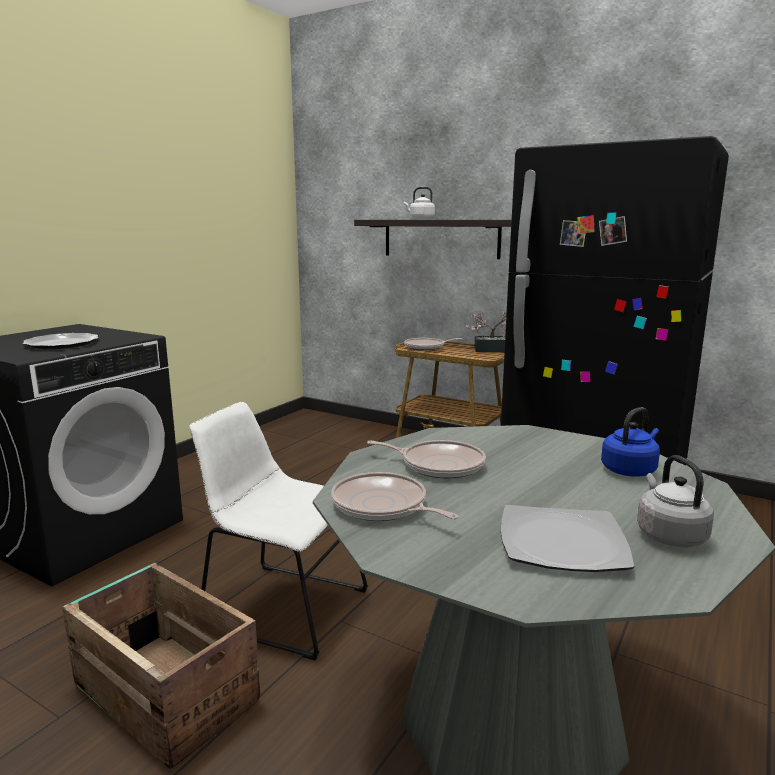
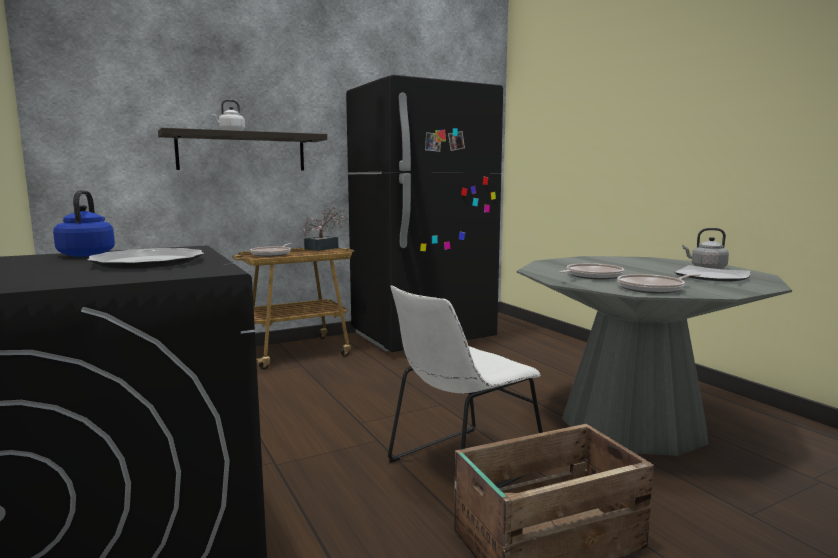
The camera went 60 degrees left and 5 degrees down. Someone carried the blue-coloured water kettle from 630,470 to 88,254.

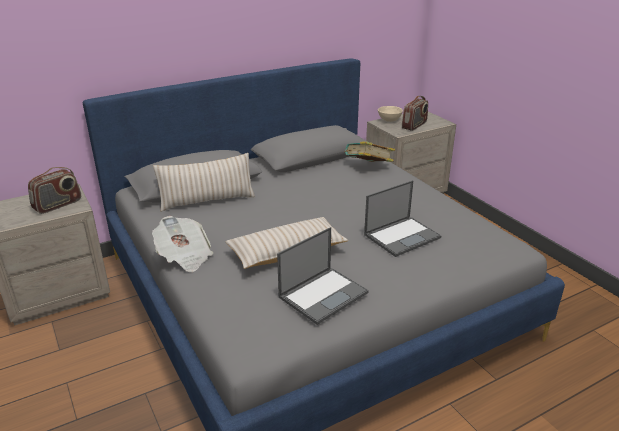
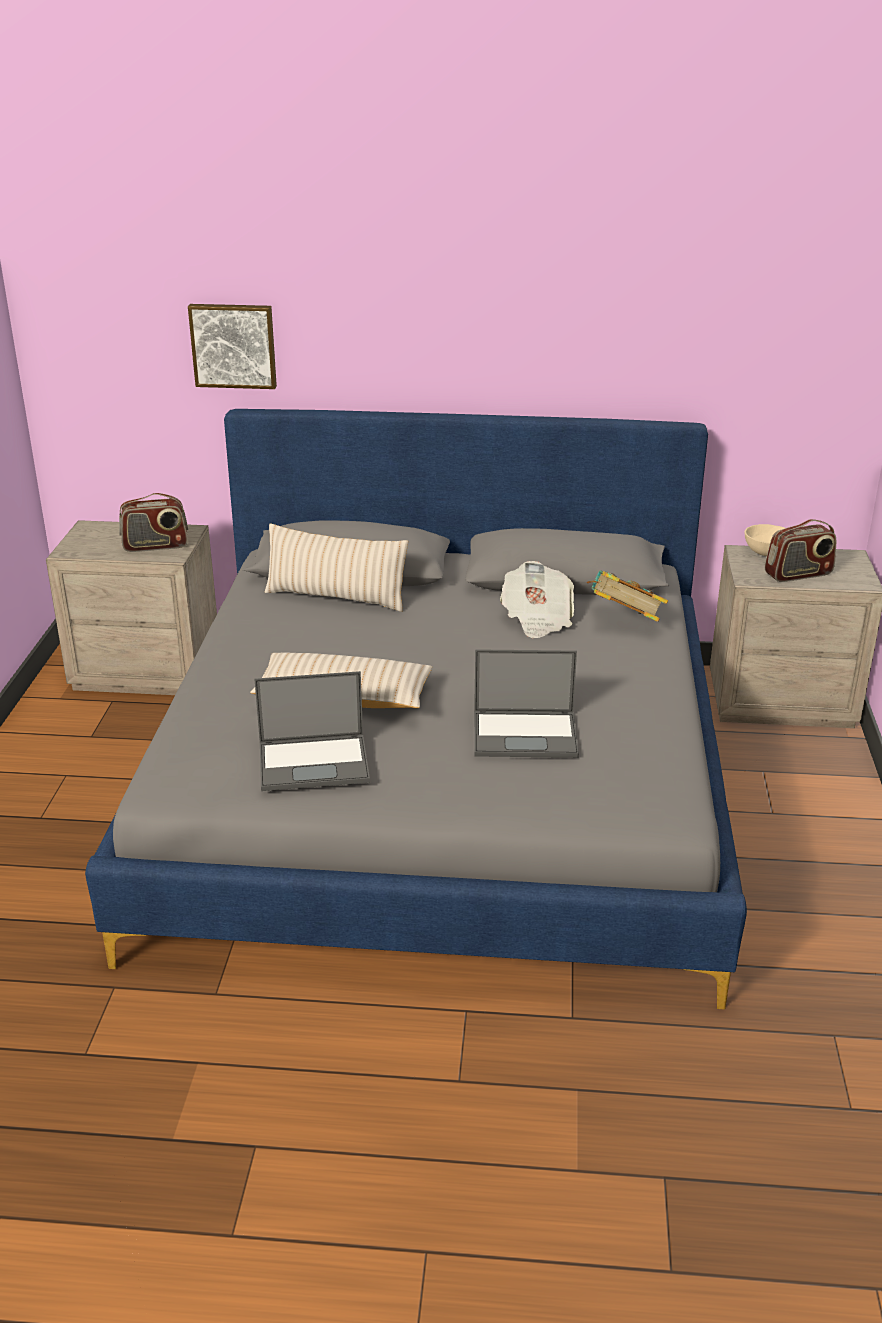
The camera went 35 degrees right and 0 degrees up. Someone carried the printed paper from 184,256 to 537,619. Someone put up the wall art at 234,345.

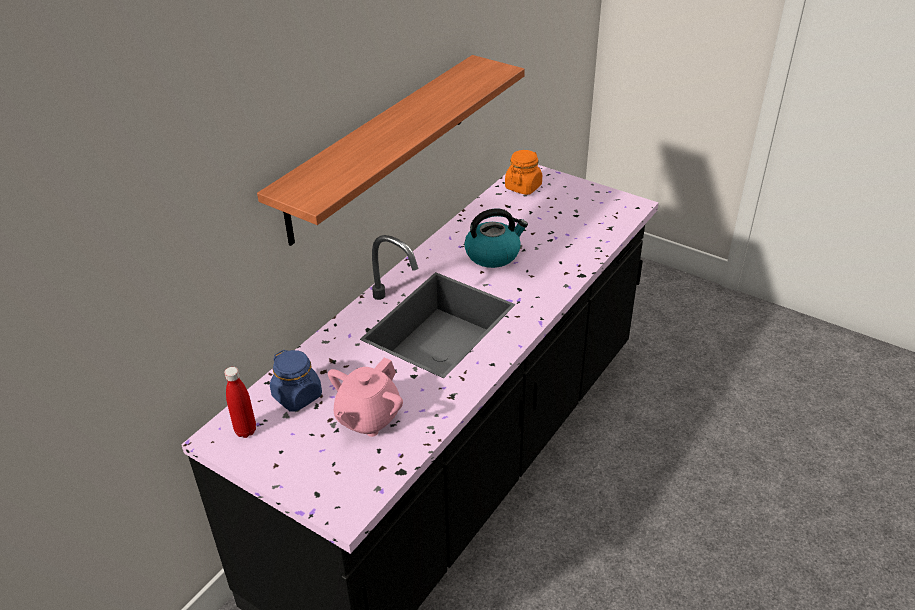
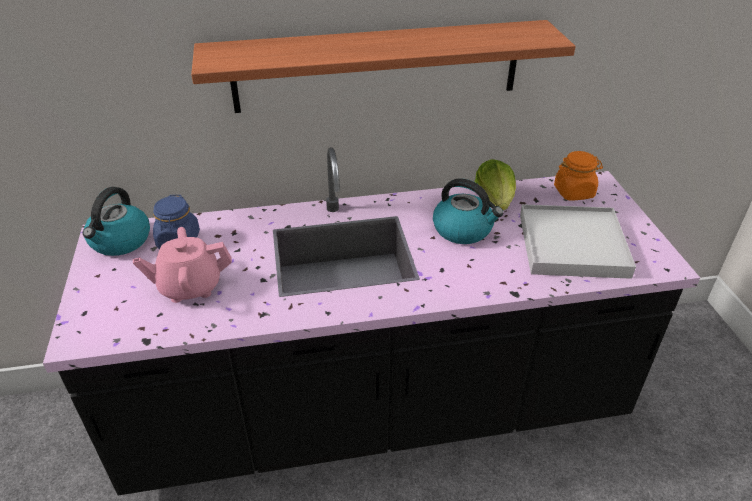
The camera went 45 degrees right and 0 degrees up. Someone swapped the red beverage bottle at 246,431 for the water kettle at 120,241. Someone put down the head of lettuce at 495,201. Someone put down the white-coloured carrying tray at 572,245.

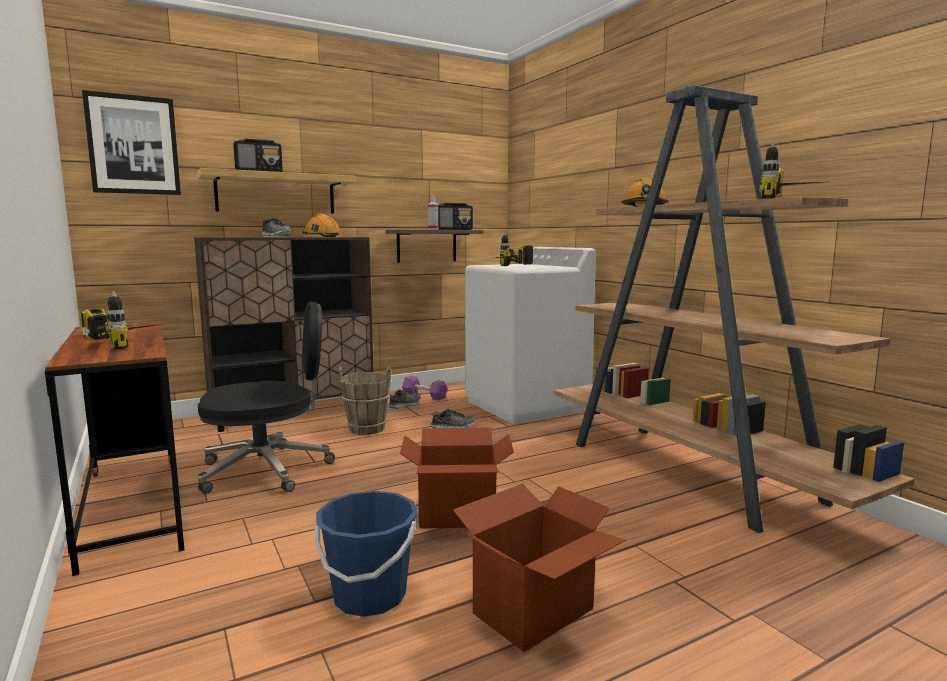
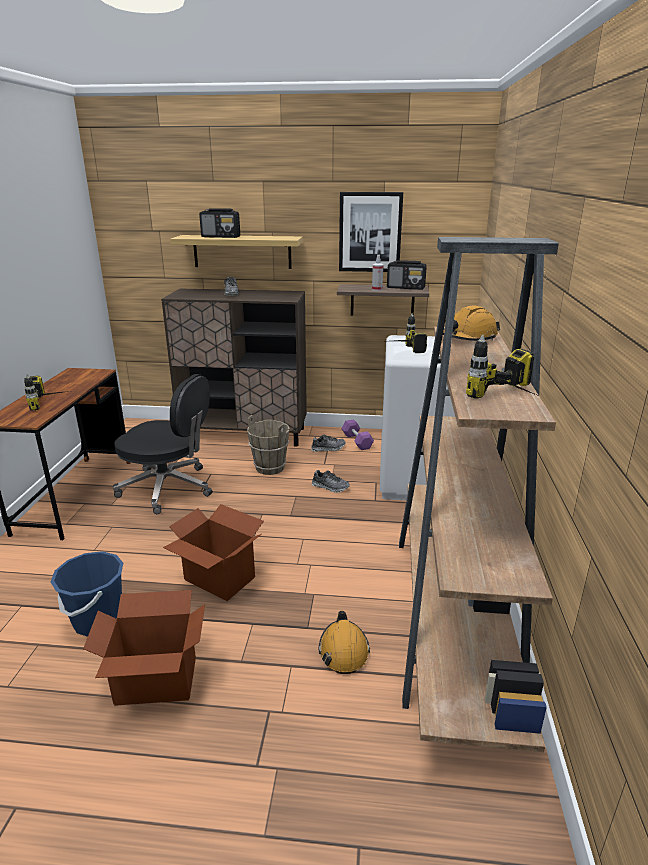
The camera went 35 degrees right and 15 degrees up. Someone carried the wall art from 133,145 to 370,232. Someone carried the orangey hard hat from 321,236 to 343,650.

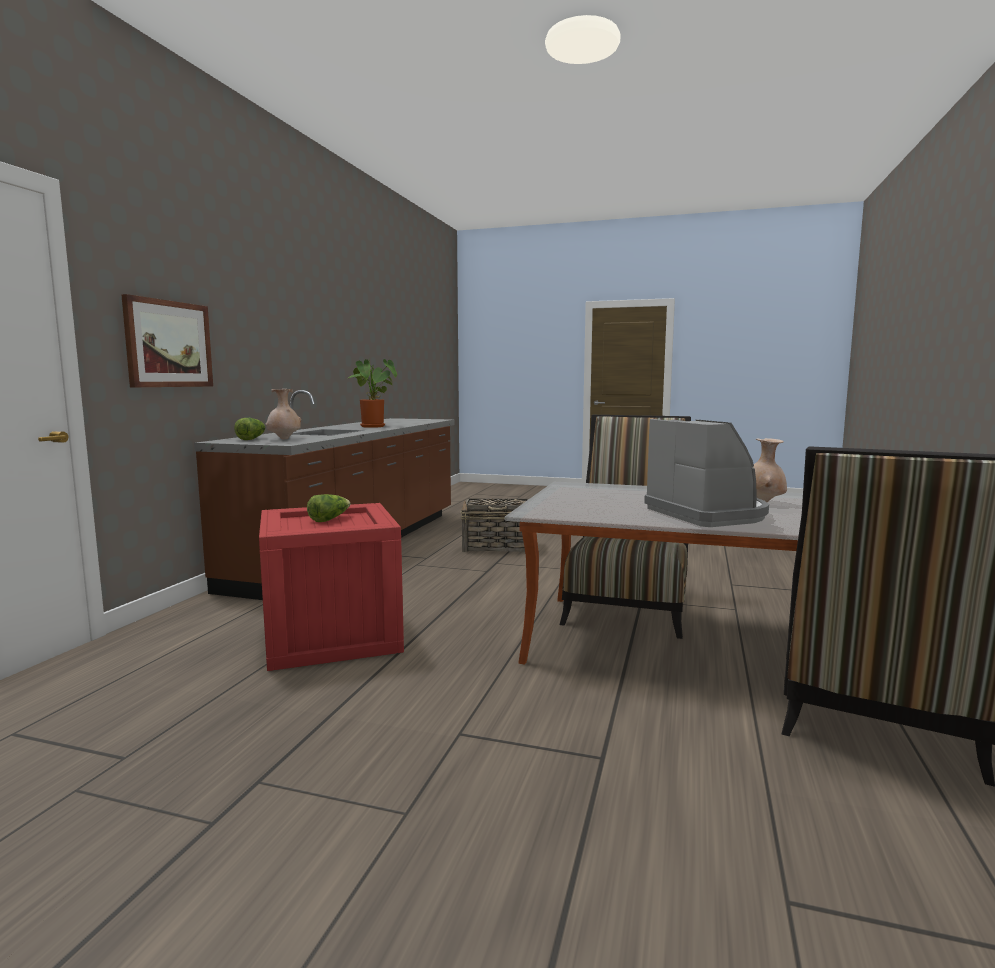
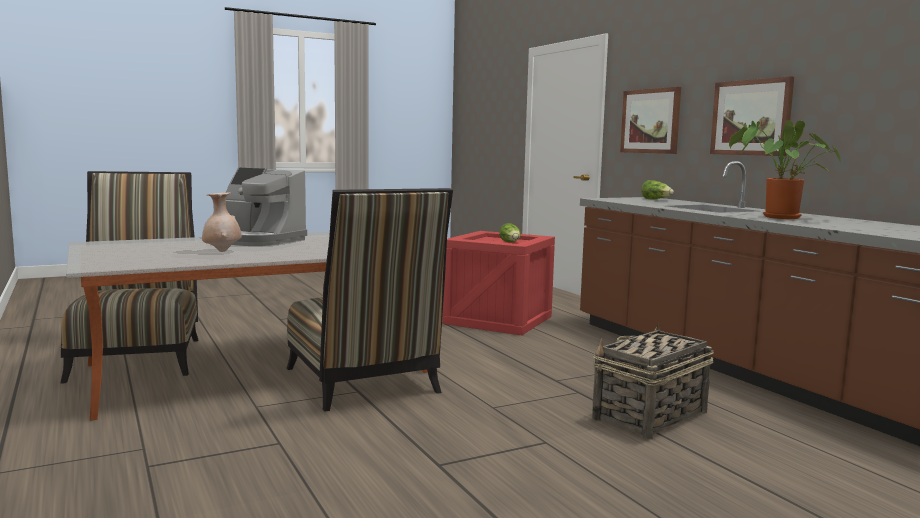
The camera went 135 degrees right and 0 degrees up. Someone took away the sand-coloured vase at 284,439. Someone put up the wall art at 751,117.

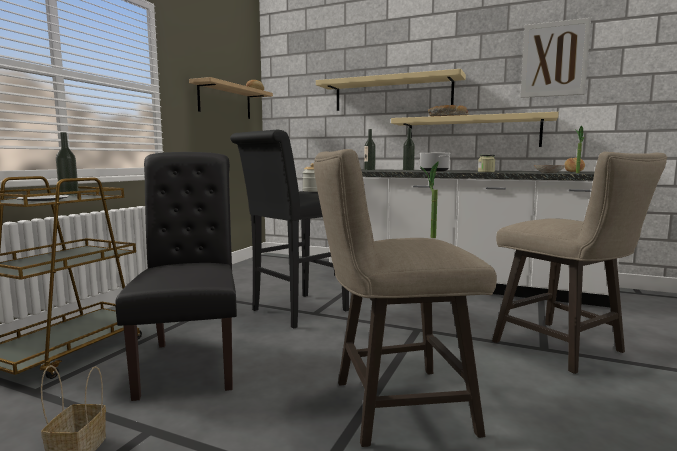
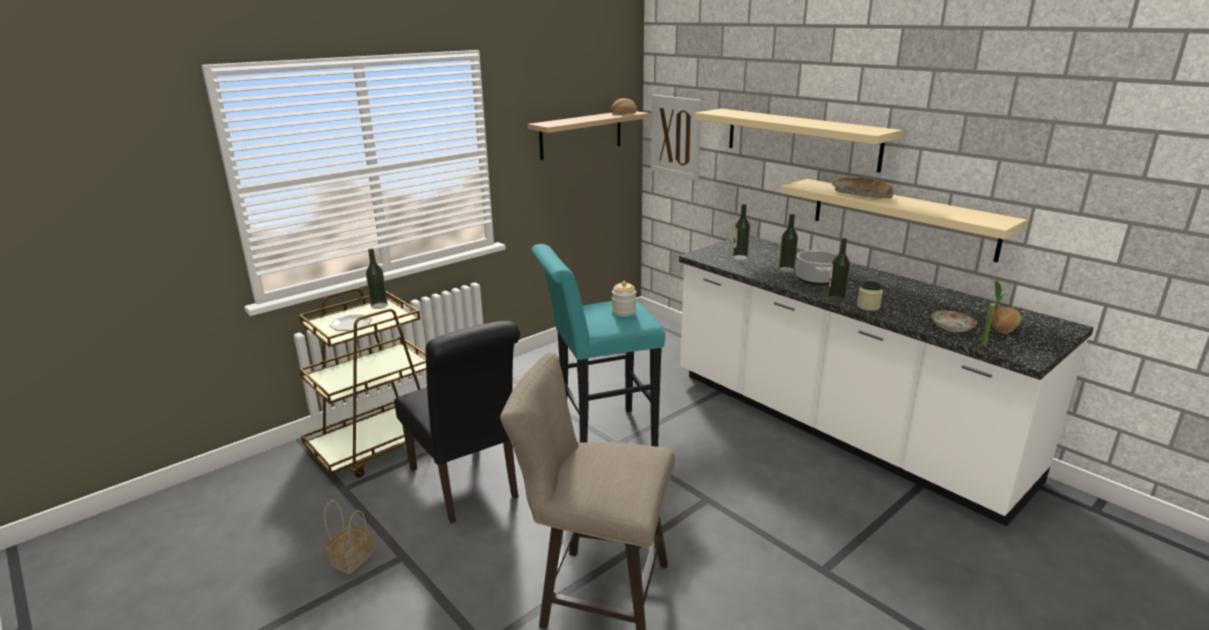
The camera went 25 degrees right and 15 degrees up. Someone rotated the blackish plain chair at 191,361 by 135 degrees clockwise. Someone repainted the blackish sitting stool at 294,312, which became the turquoise sitting stool at 599,436. Someone took away the plant in a pot at 428,236. Someone took away the sand-coloured sitting stool at 566,349. Someone carried the wall art from 554,59 to 675,136. Someone put down the beverage bottle at 836,299.

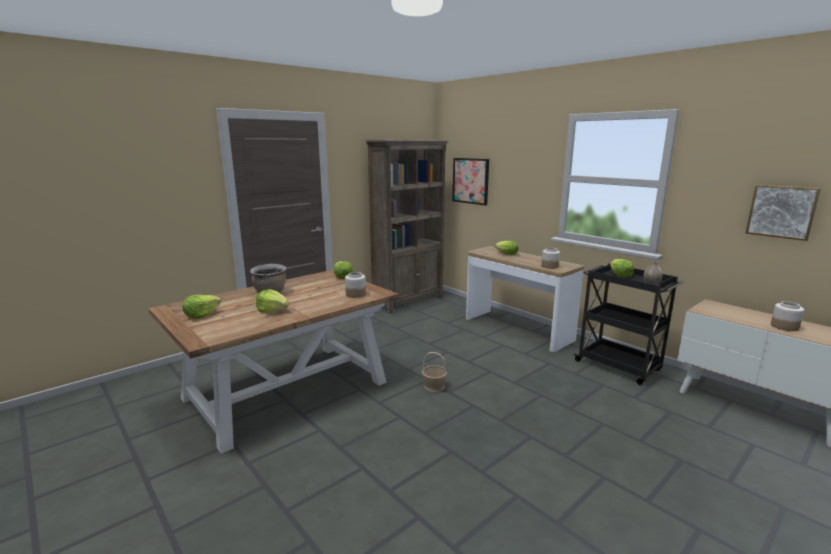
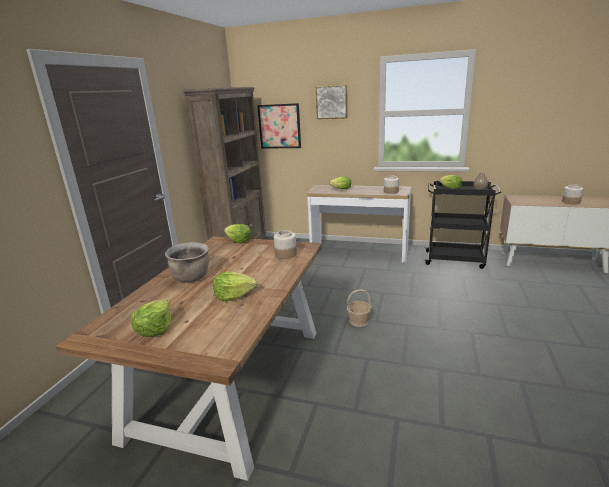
The camera went 30 degrees left and 5 degrees up. Someone carried the wall art from 782,211 to 332,102.

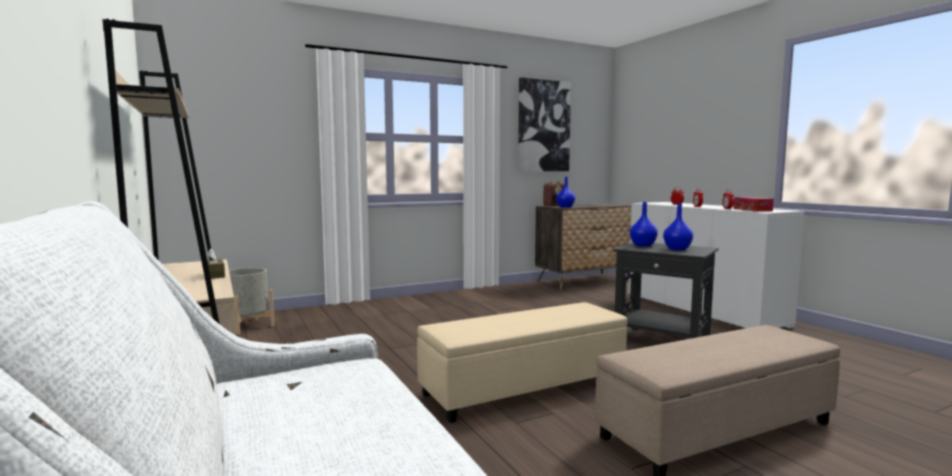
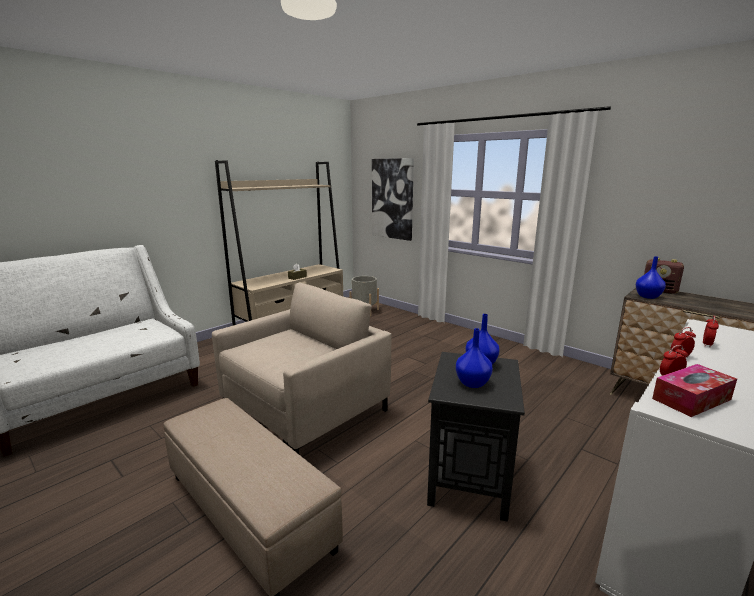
The camera went 70 degrees right and 10 degrees up. Someone swapped the sand-coloured ottoman at 523,387 for the sand-coloured lounge chair at 306,411. Someone carried the wall art from 543,126 to 392,199.

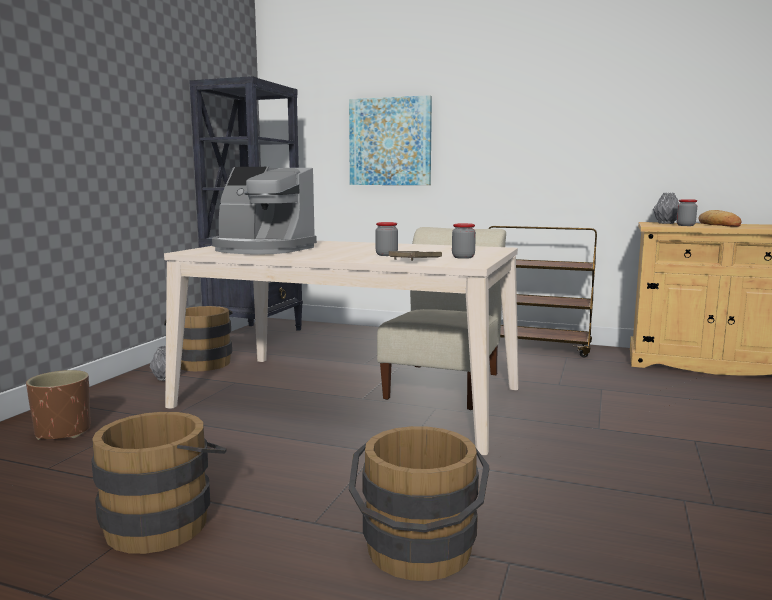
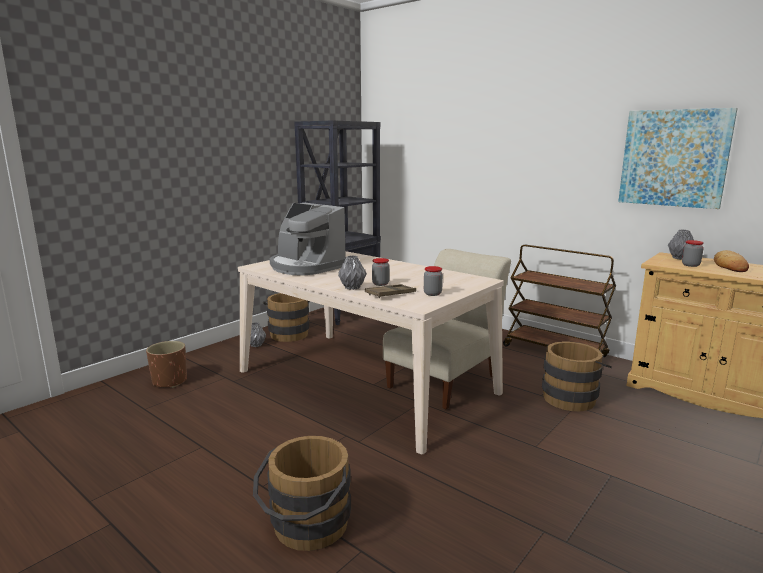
The camera went 20 degrees right and 5 degrees up. Someone carried the brownish water bucket from 165,520 to 571,397. Someone carried the wall art from 390,142 to 674,158. Someone put down the greyish vase at 352,287.

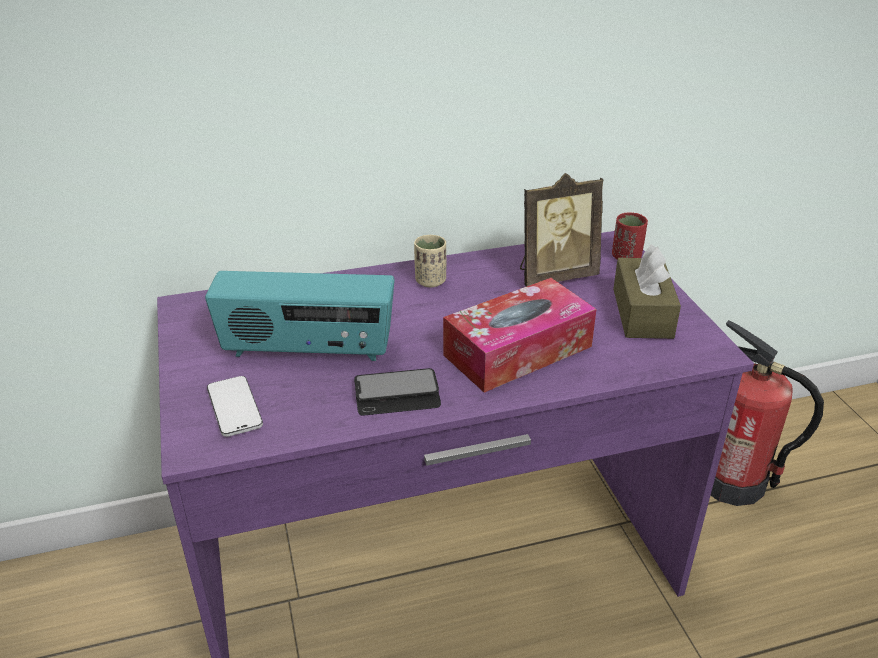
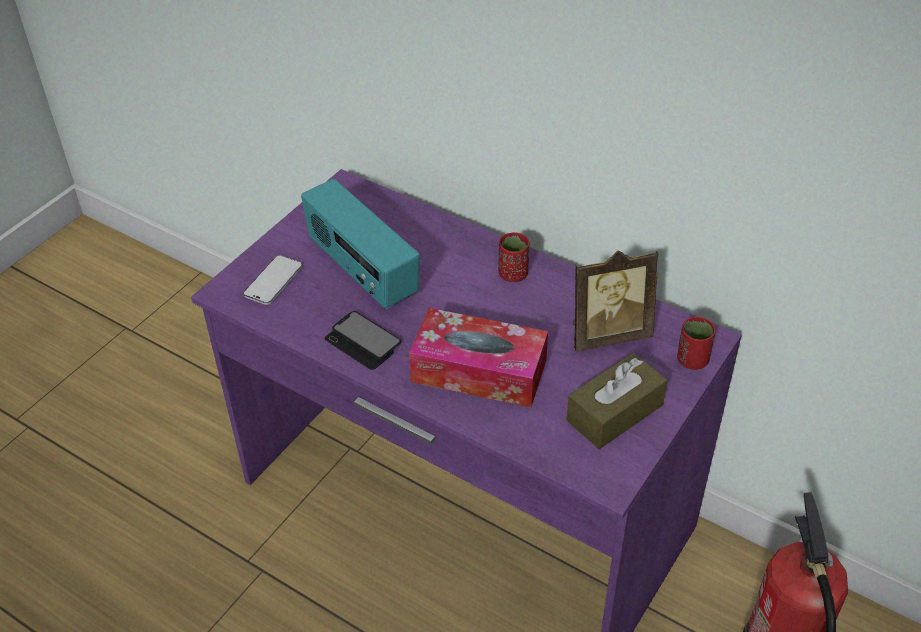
The camera went 50 degrees right and 10 degrees up. Someone repainted the sand-coloured cup at 430,281, which became the red cup at 513,274. Someone rotated the standing frame at 554,275 by 45 degrees counterclockwise.

